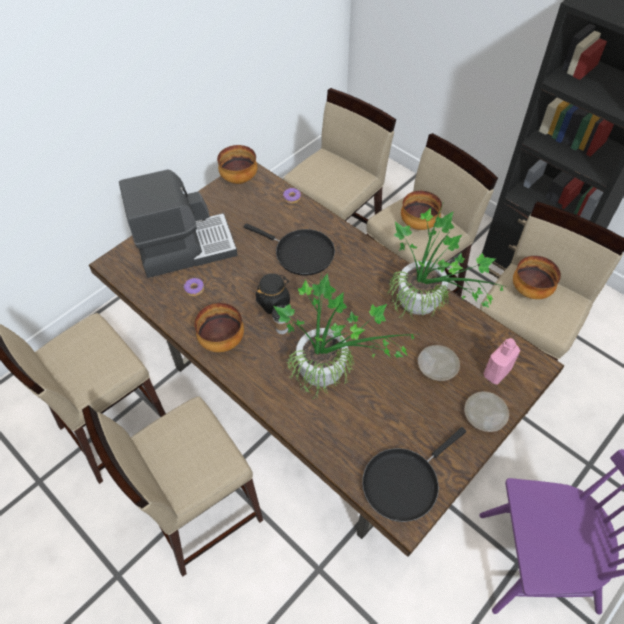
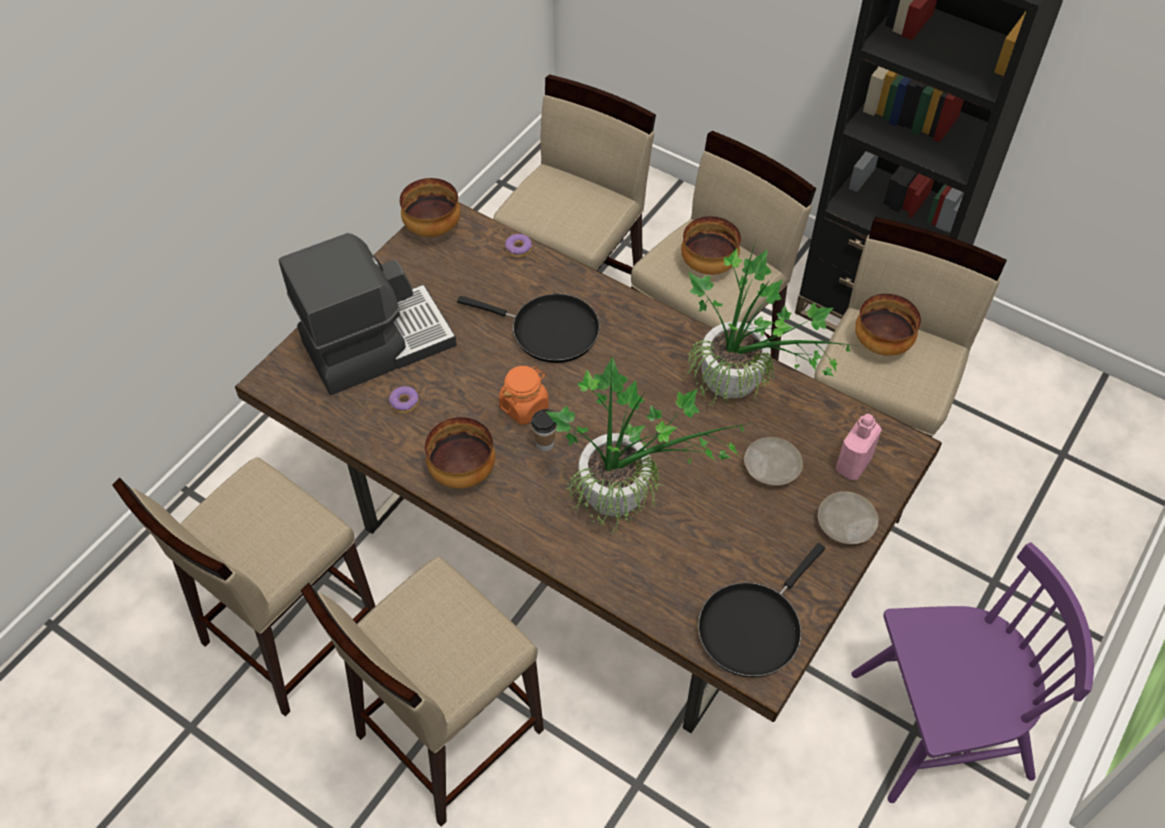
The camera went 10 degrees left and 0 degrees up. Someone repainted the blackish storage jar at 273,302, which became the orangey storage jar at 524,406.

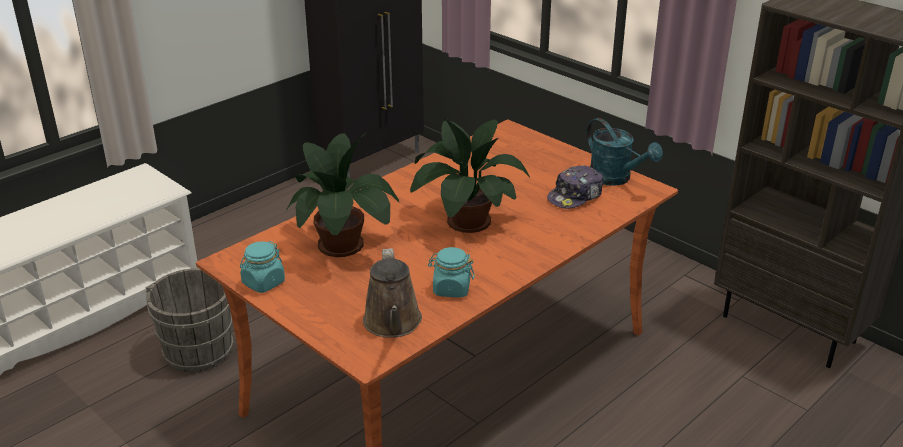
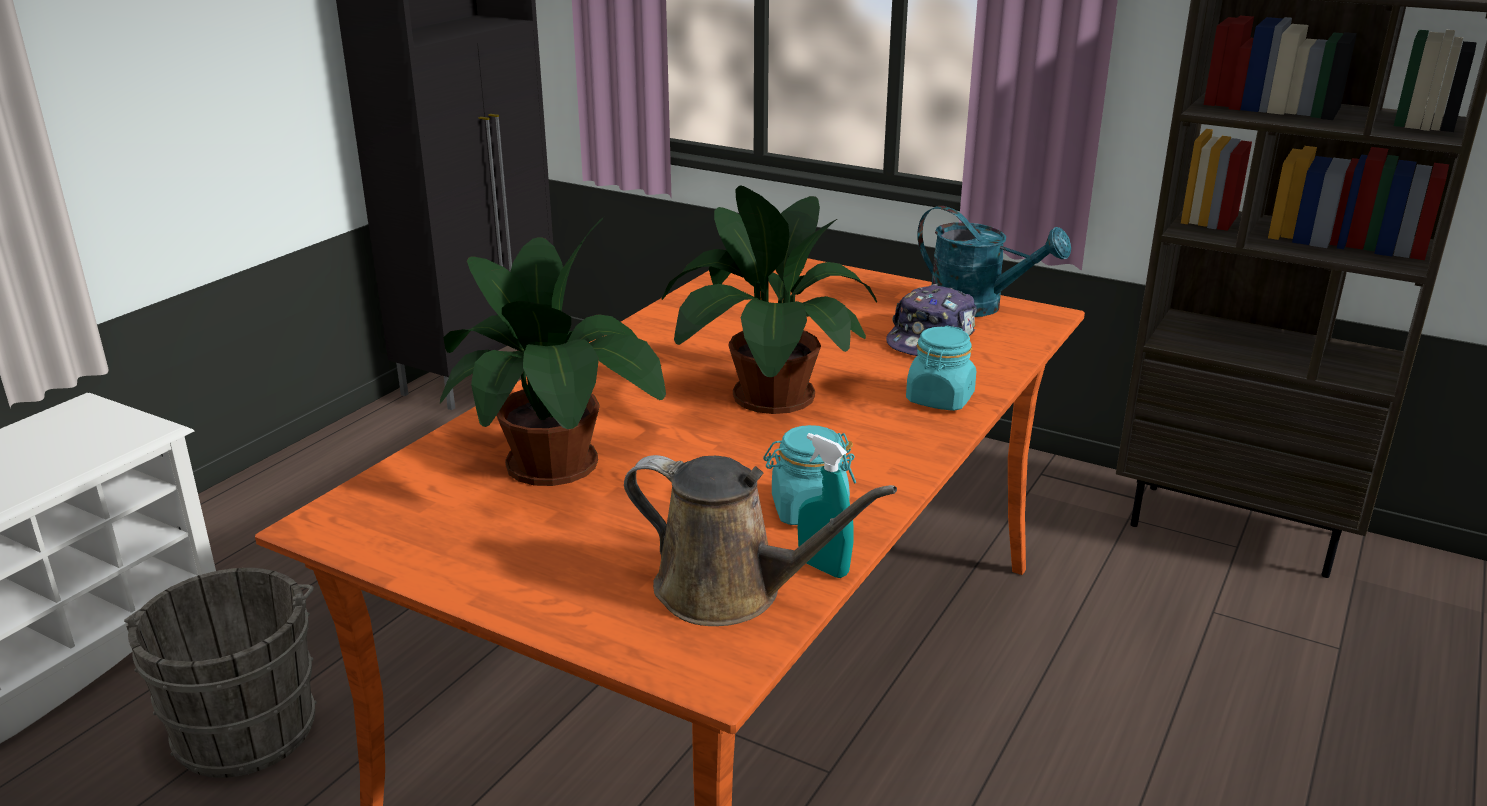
The camera went 15 degrees left and 5 degrees down. Someone carried the turquoise storage jar from 263,283 to 940,399. Someone rotated the brownish watering pot at 393,324 by 45 degrees counterclockwise. Someone put down the turquoise sprayer at 823,567.

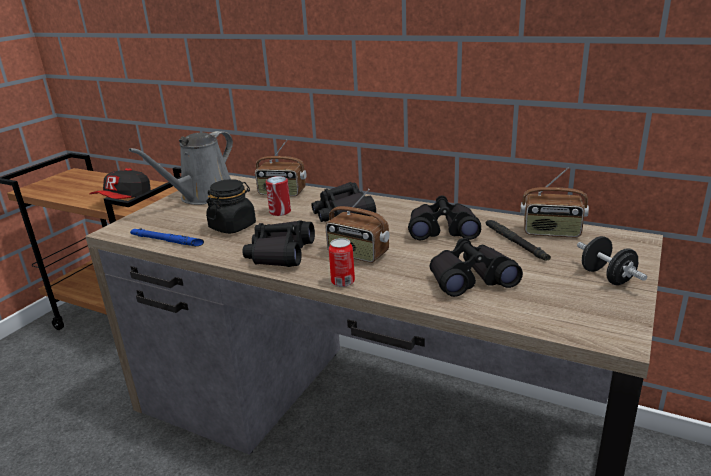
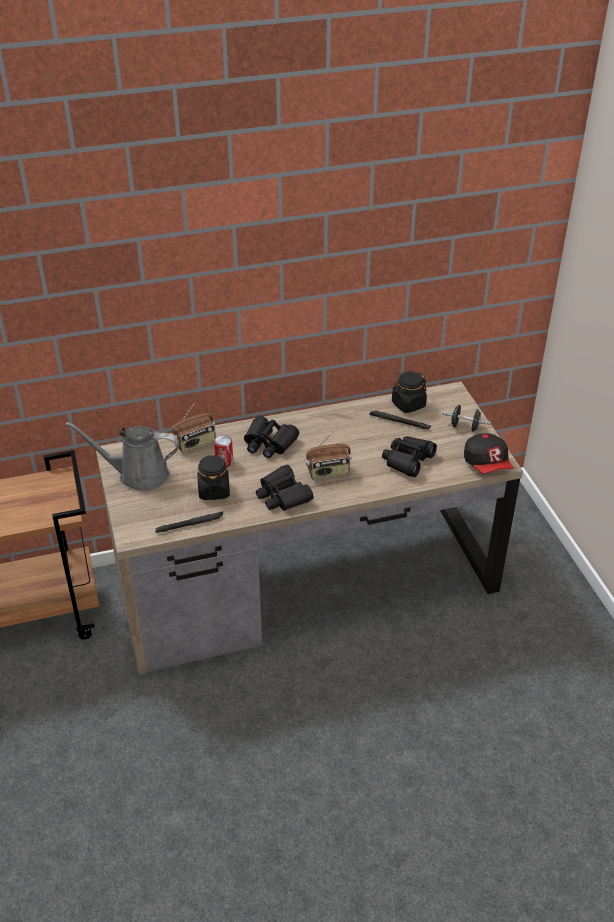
The camera went 45 degrees left and 15 degrees up. Someone carried the peaked cap from 124,199 to 487,464. Someone rotated the greyish watering pot at 203,197 by 105 degrees clockwise. Someone repainted the blue-coloured torch at 167,241, which became the blackish torch at 190,524. Someone took away the metal can at 343,282. Someone took away the blackish field glasses at 442,230. Someone swapped the radio at 551,232 for the blackish storage jar at 408,404.

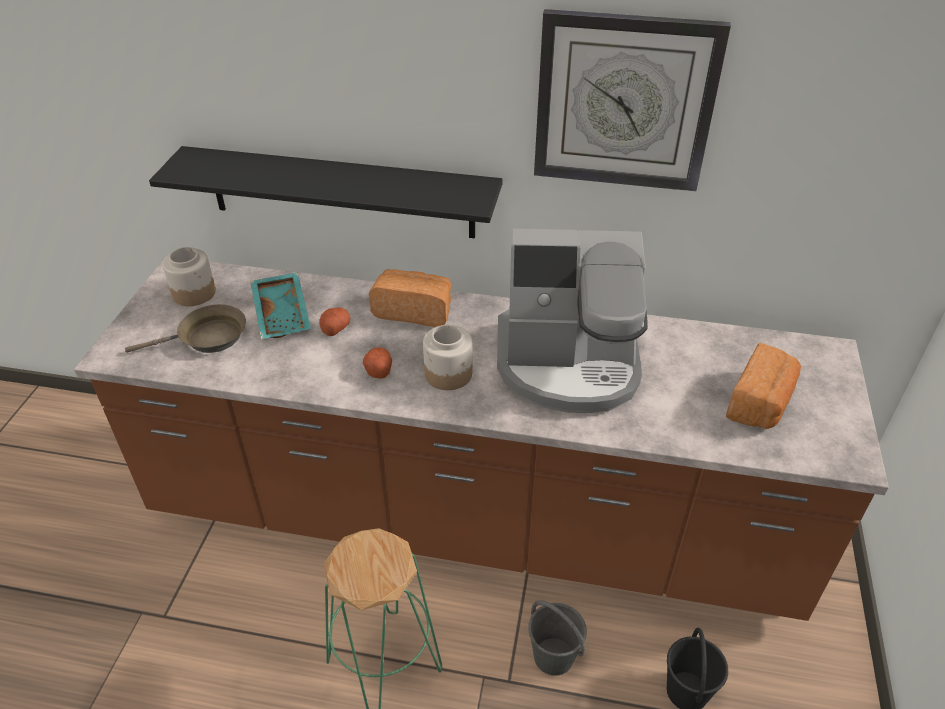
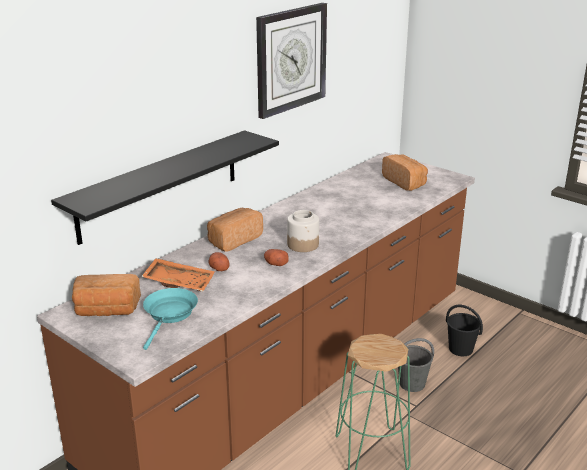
The camera went 60 degrees left and 15 degrees down. Someone repainted the brownish skillet at 207,338, which became the turquoise skillet at 169,315. Someone swapped the storage jar at 194,293 for the baked bread at 107,311. Someone repainted the turquoise carrying tray at 283,314, which became the orangey carrying tray at 179,282. Someone took away the coffee maker at 568,364.

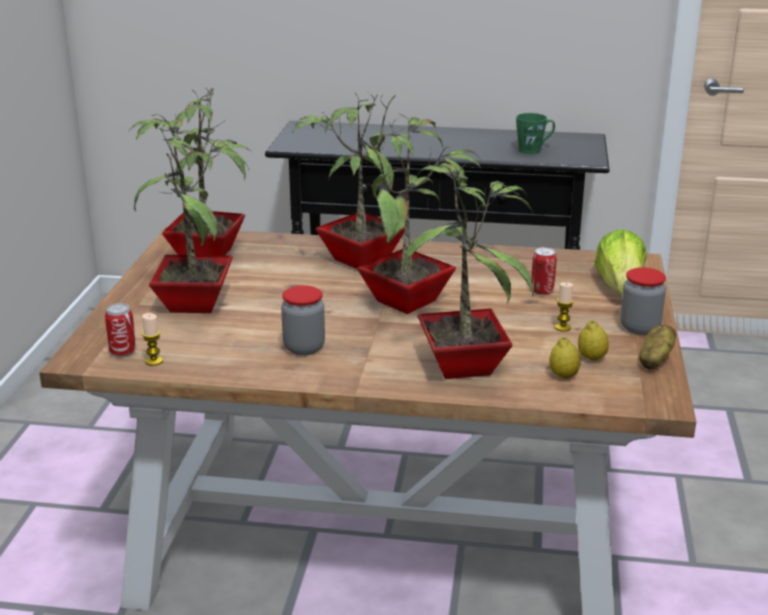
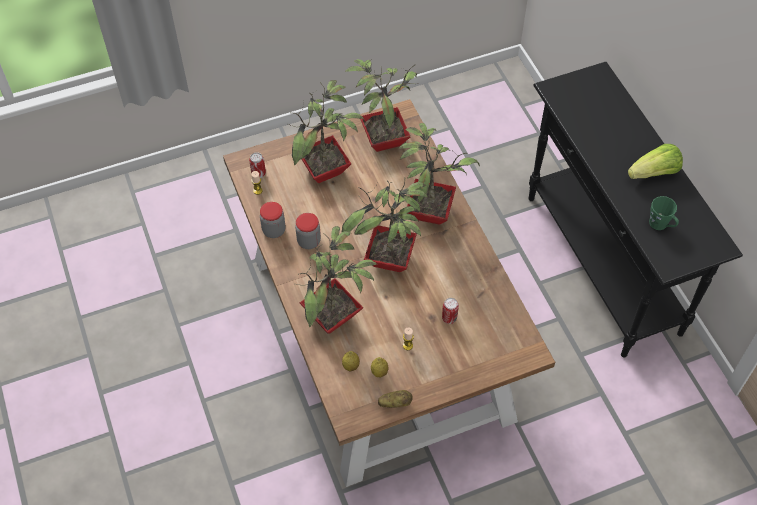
The camera went 60 degrees right and 30 degrees up. Someone carried the head of lettuce from 619,286 to 654,173. Someone carried the storage jar from 639,327 to 274,230.

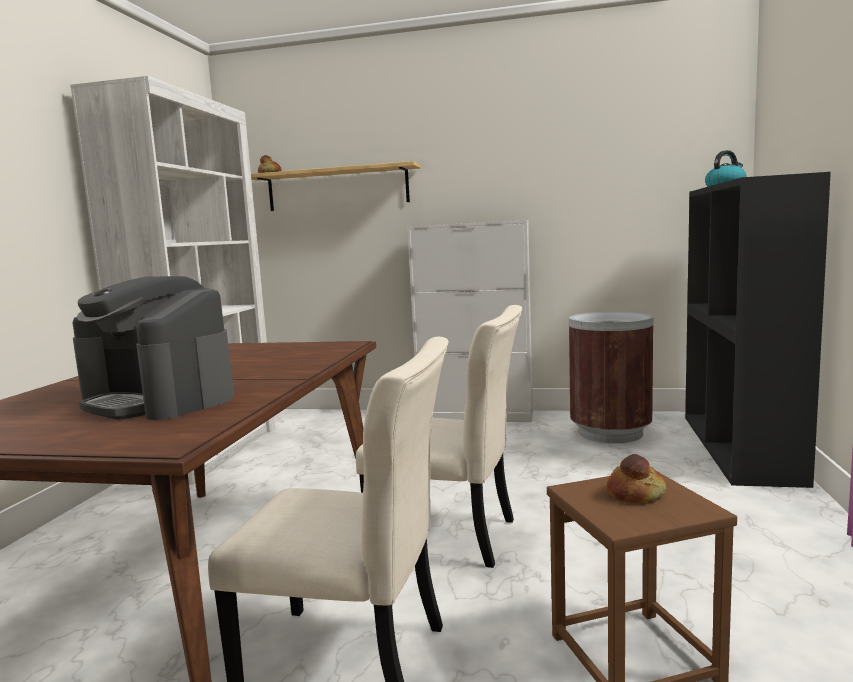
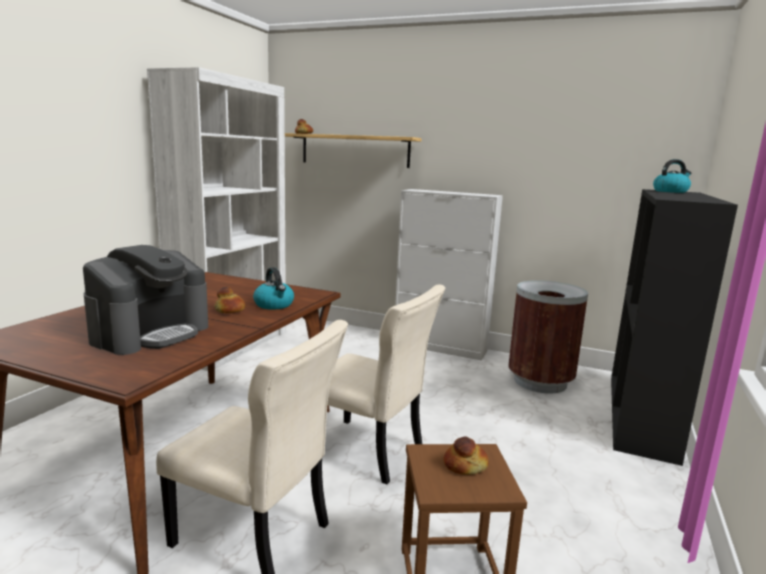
The camera went 10 degrees right and 5 degrees up. Someone rotated the coffee maker at 159,400 by 105 degrees counterclockwise. Someone put down the baked bread at 229,310. Someone put down the water kettle at 274,305.

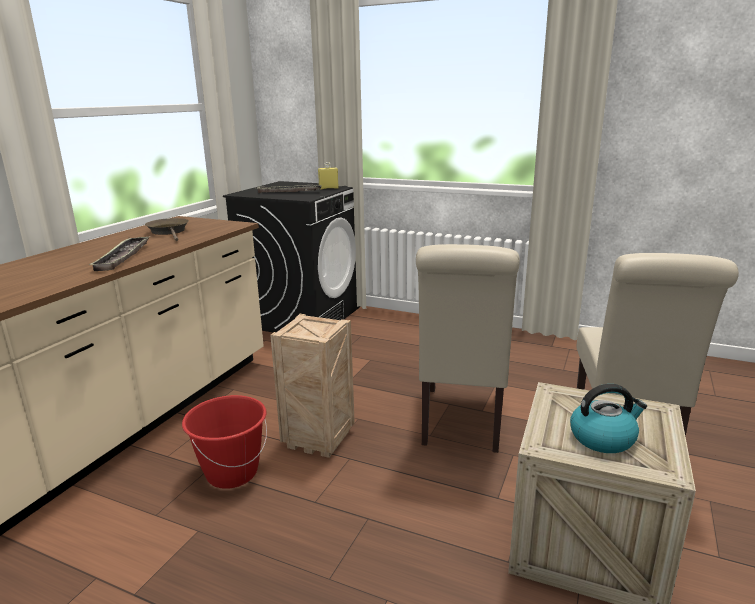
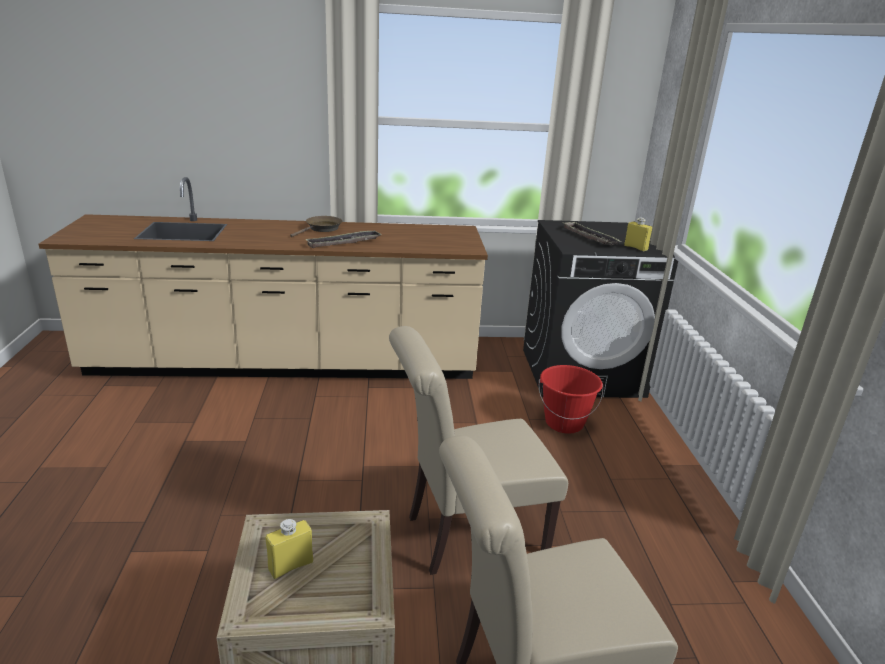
The camera went 60 degrees right and 5 degrees up. Someone carried the brownish skillet from 169,232 to 322,229. Someone carried the red water bucket from 232,473 to 564,423. Someone took away the packing crate at 320,439. Someone swapped the water kettle at 603,438 for the yellowish beverage bottle at 291,566.

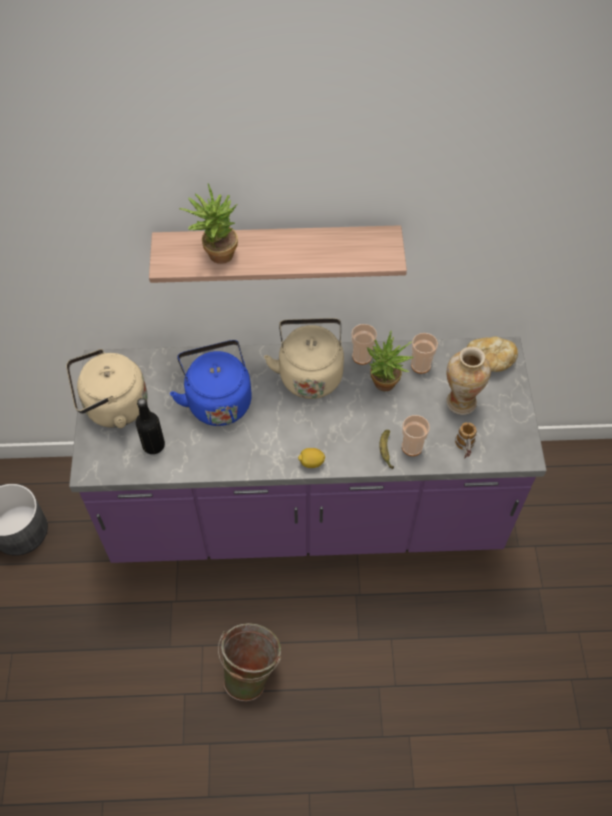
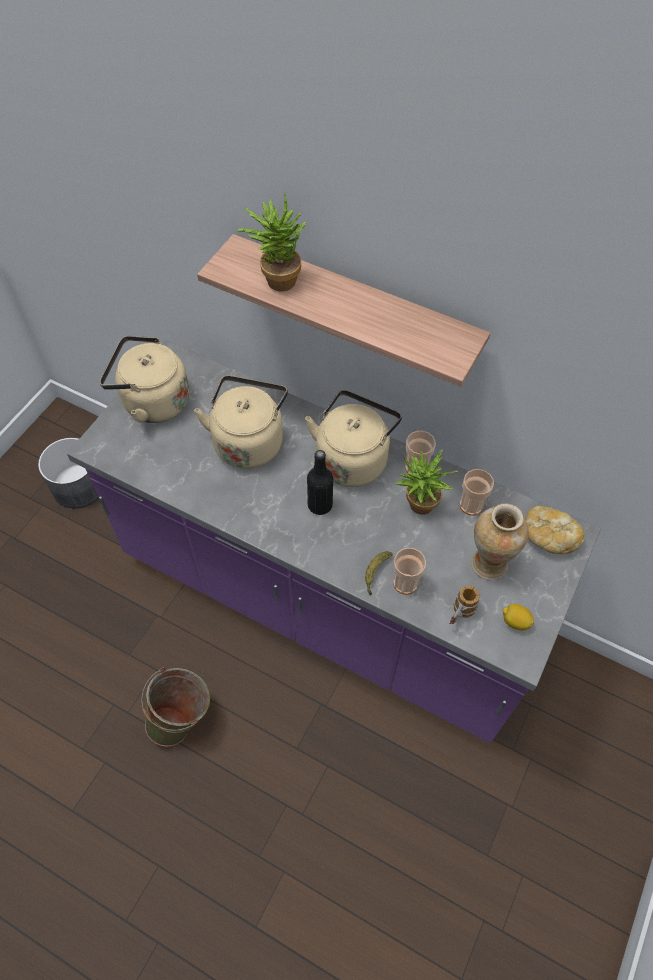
The camera went 30 degrees right and 0 degrees up. Someone carried the blackish beverage bottle from 153,445 to 320,505. Someone repainted the blue-coloured water kettle at 217,400, which became the sand-coloured water kettle at 249,441. Someone carried the whole lemon from 311,462 to 515,621.

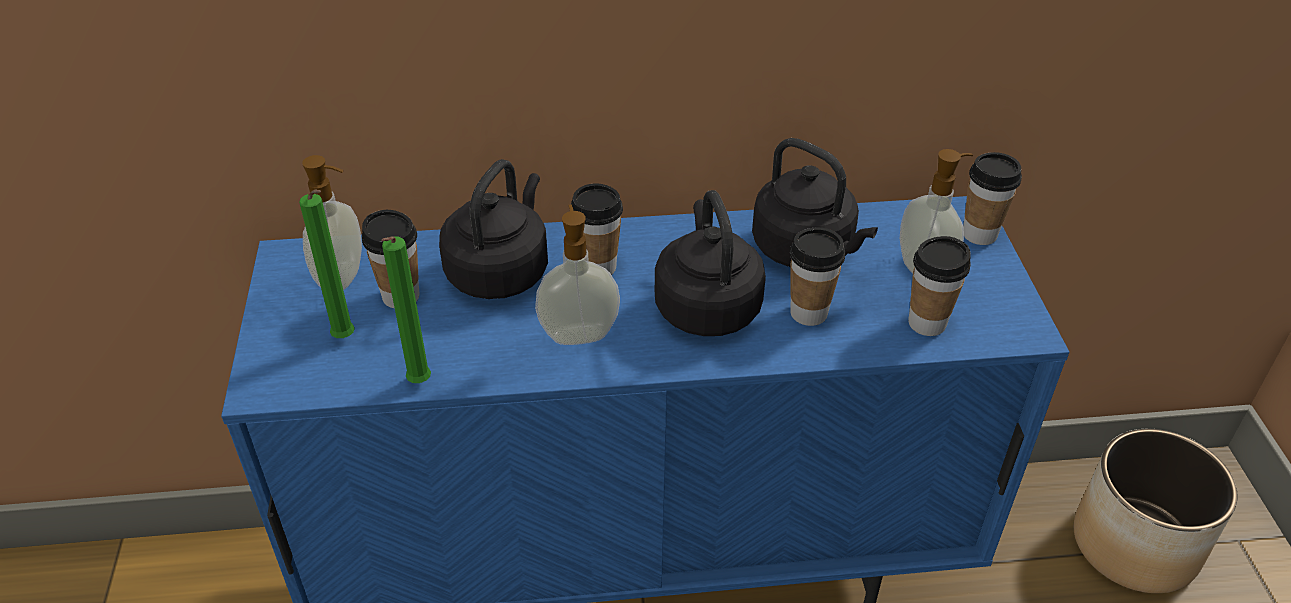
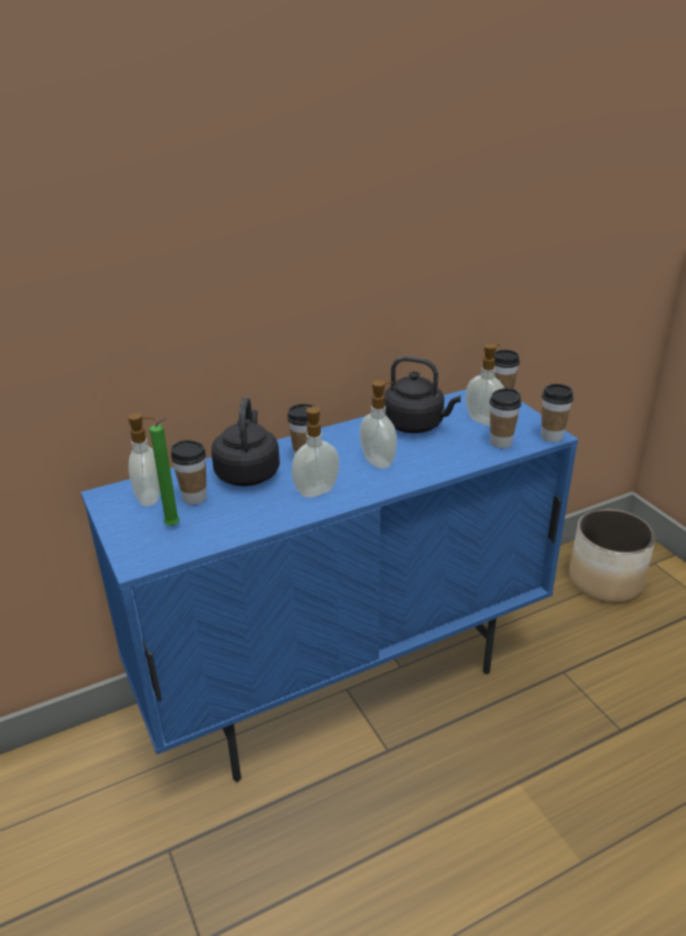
The camera went 20 degrees left and 10 degrees down. Someone took away the greenish candle at 418,384. Someone swapped the blackish water kettle at 706,305 for the soap dispenser at 379,461. Someone carried the cup from 808,313 to 551,436.

